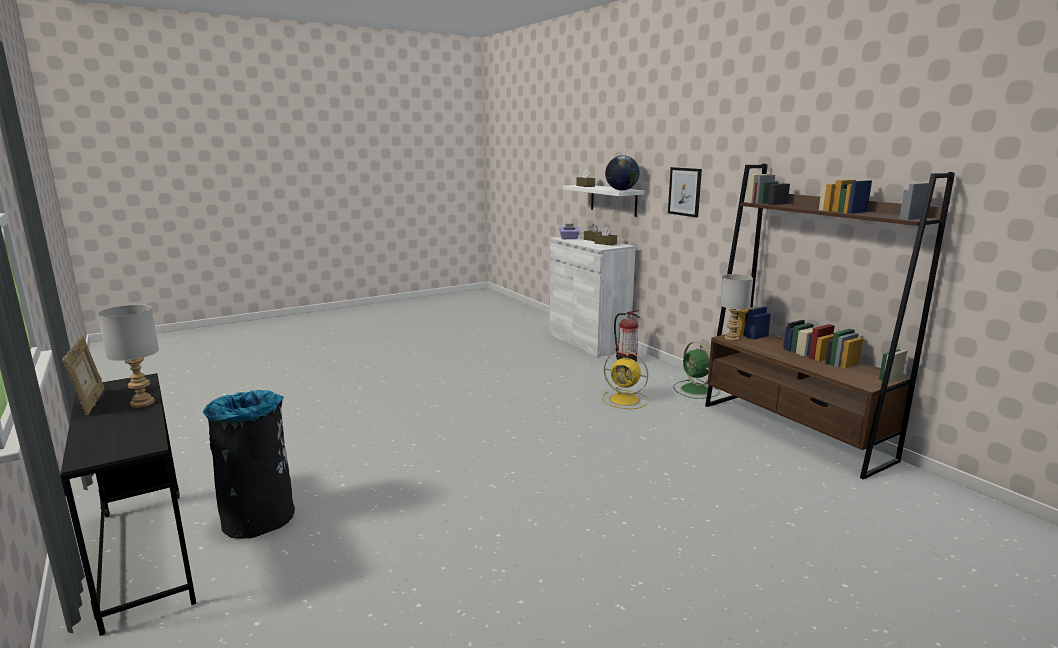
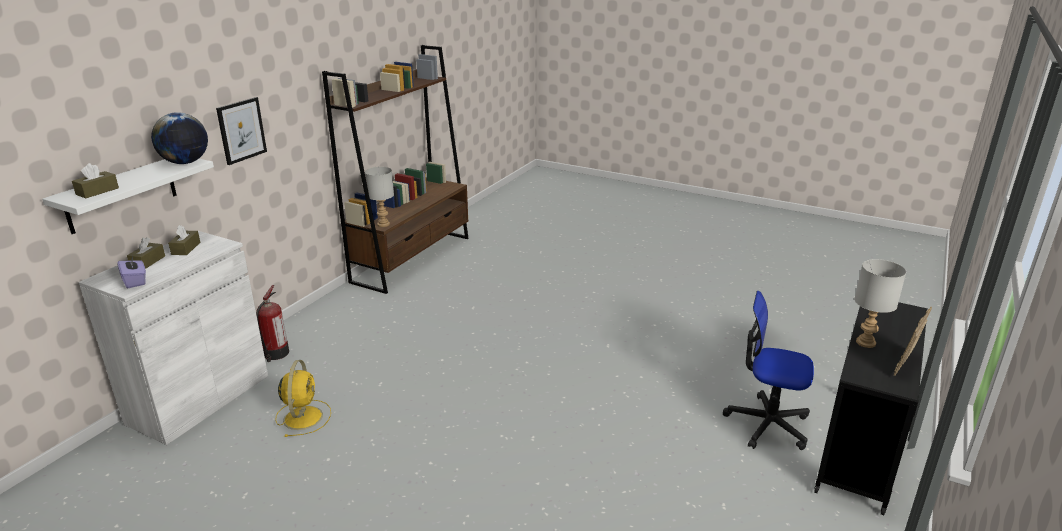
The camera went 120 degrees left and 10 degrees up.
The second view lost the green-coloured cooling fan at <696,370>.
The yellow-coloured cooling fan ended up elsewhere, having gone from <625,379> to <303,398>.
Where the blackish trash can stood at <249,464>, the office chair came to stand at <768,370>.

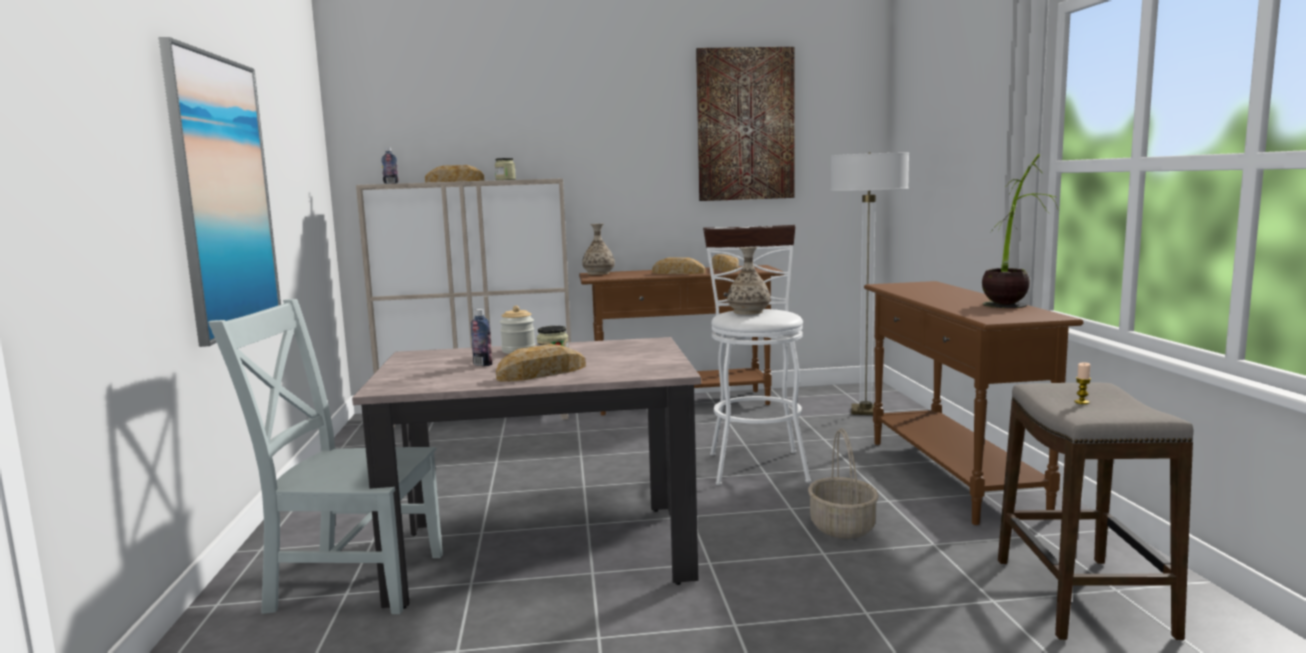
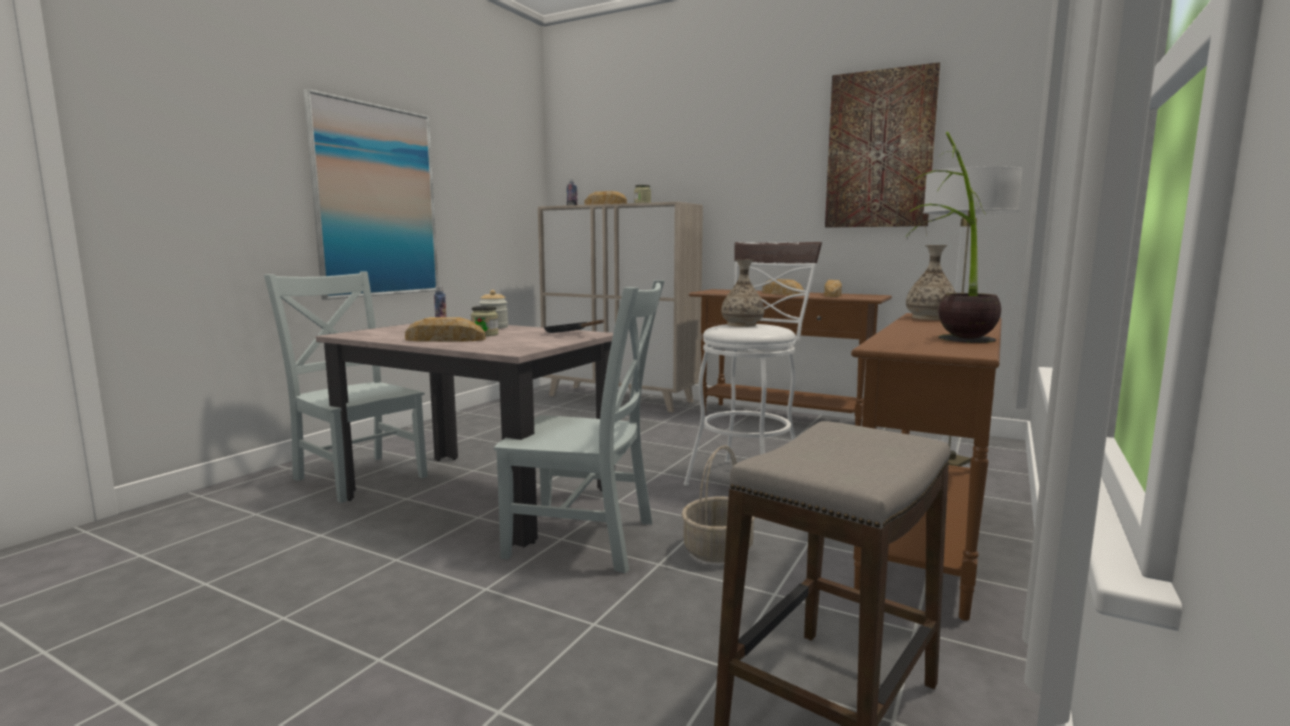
The camera went 35 degrees right and 0 degrees up.
The decorative vase ended up elsewhere, having gone from <598,249> to <931,282>.
The second view lost the wax light at <1082,383>.
The second view gained the gray upright chair at <579,426>.
The second view gained the blackish frying pan at <574,326>.

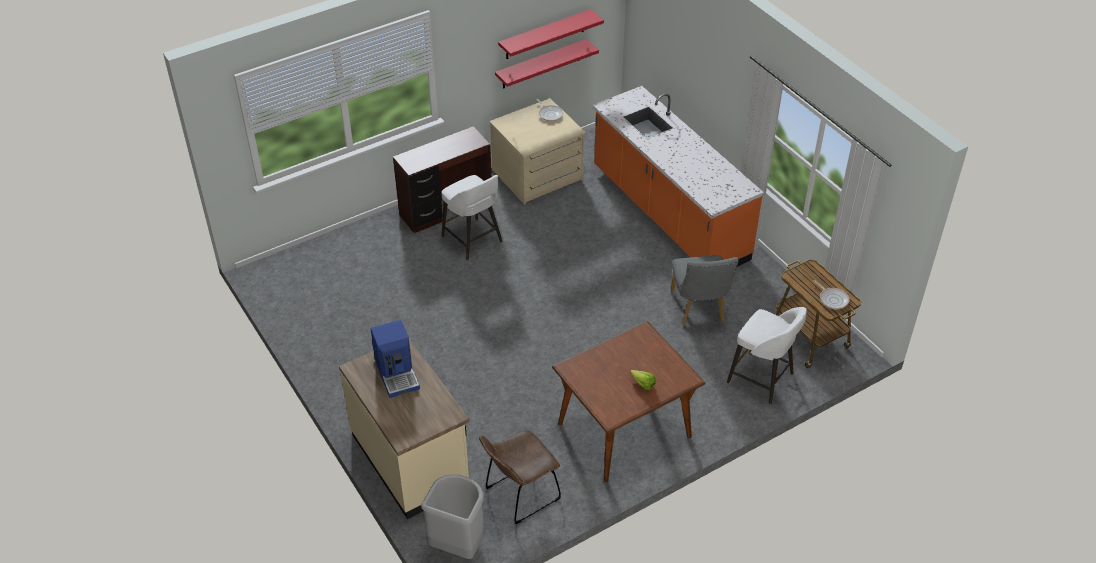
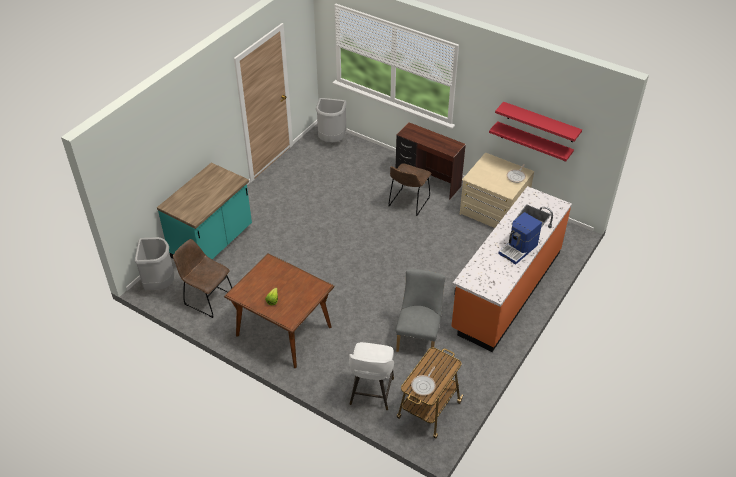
The camera went 65 degrees right and 0 degrees up.
Where the whitish sitting stool stood at <472,217>, the brown upright chair came to stand at <410,189>.
The gray upright chair at <705,290> ended up facing another way, 135 degrees clockwise from before.
The coffee machine ended up elsewhere, having gone from <395,359> to <520,238>.
What was the beige kitchen base unit at <404,428> turned into the turquoise-coloured kitchen base unit at <204,211>.
The second view gained the gray trash can at <331,120>.

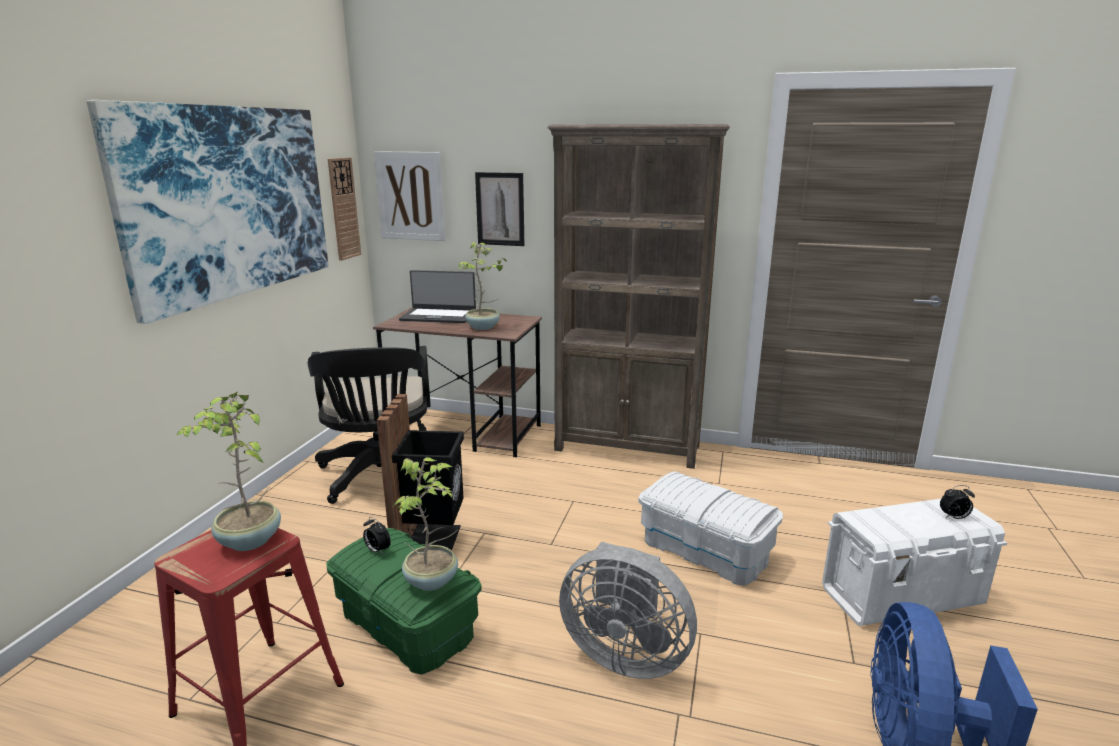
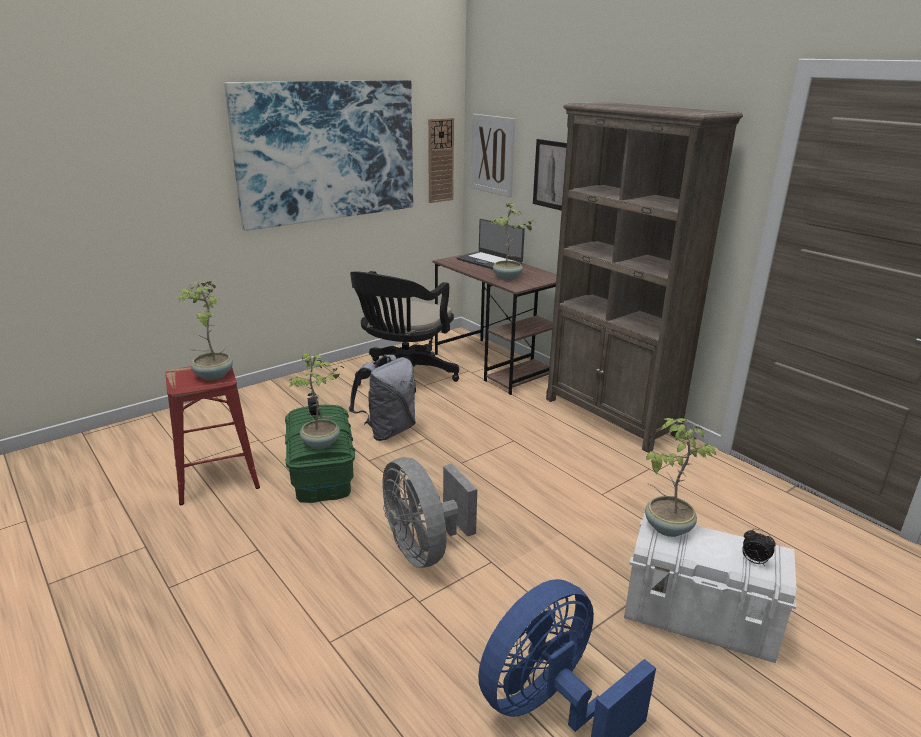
The camera went 35 degrees right and 5 degrees up.
Where the blackish trash can stood at <420,472>, the gray knapsack came to stand at <382,398>.
The second view lost the whitish storage container at <710,528>.
The second view gained the houseplant at <681,477>.

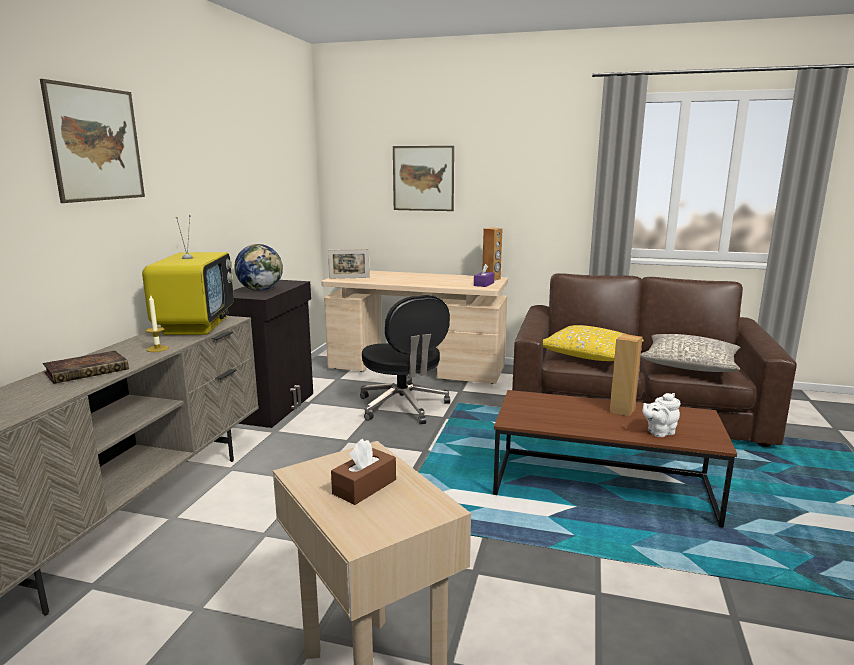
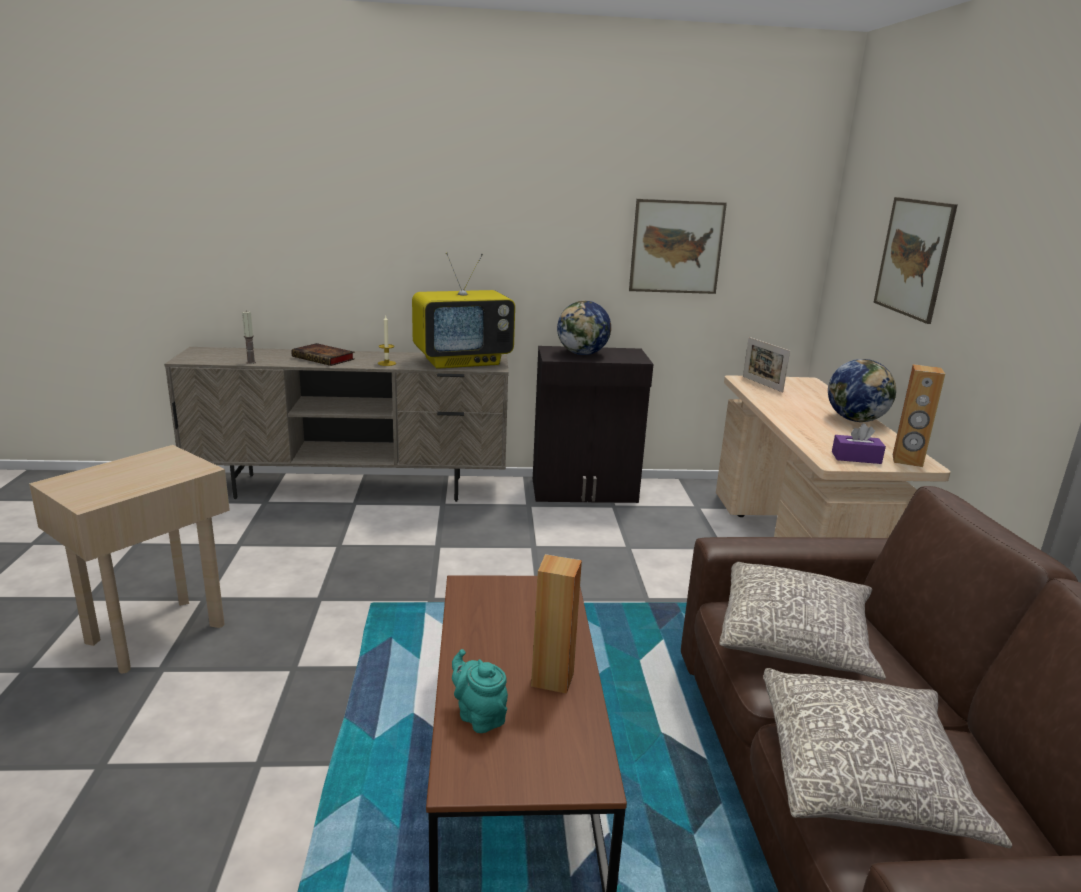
The camera went 70 degrees right and 5 degrees up.
The picture ended up elsewhere, having gone from <92,141> to <678,246>.
The second view lost the blackish office chair at <405,359>.
What was the yellow-coloured throw pillow at <593,343> turned into the gray throw pillow at <802,621>.
What was the whitish teapot at <661,415> turned into the turquoise-coloured teapot at <480,691>.
The second view lost the brown box of tissues at <363,472>.
The second view gained the wax light at <249,337>.
The second view gained the globe at <862,390>.

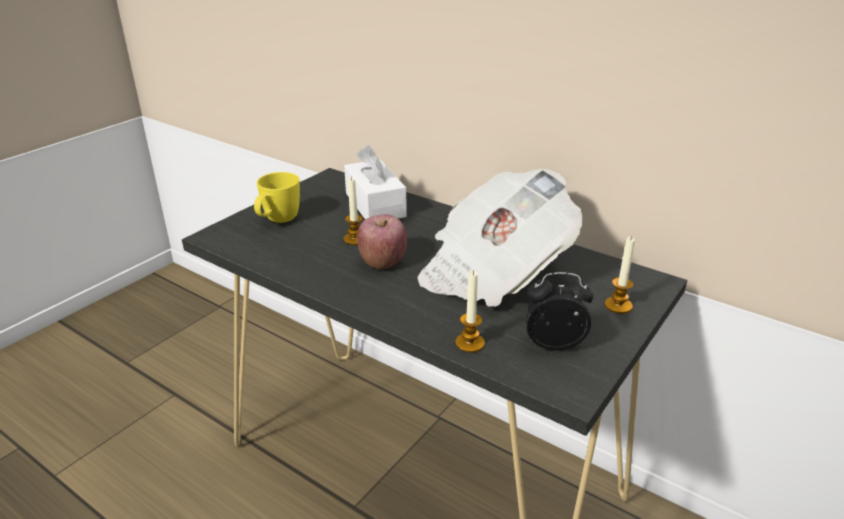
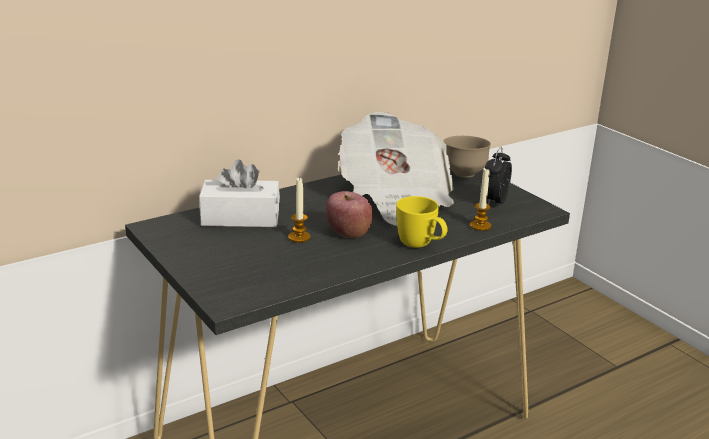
The camera went 70 degrees left and 5 degrees down.
The yellow-coloured tea mug ended up elsewhere, having gone from <277,197> to <422,222>.
Where the wax light stood at <620,275>, the brown serving bowl came to stand at <467,157>.

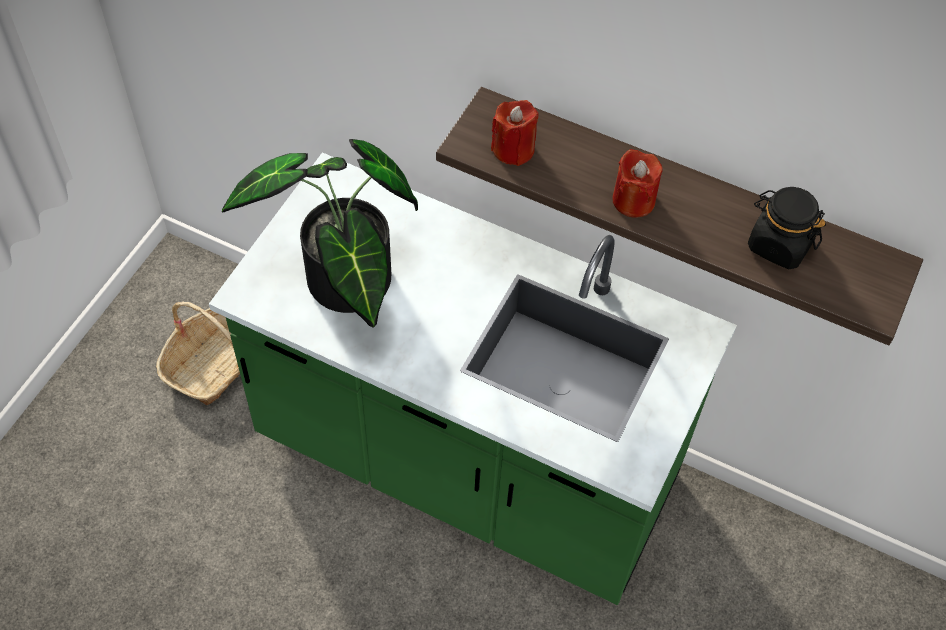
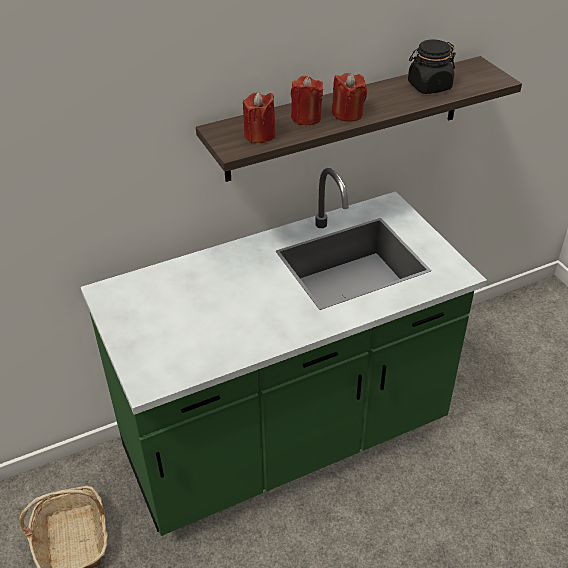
The camera went 50 degrees left and 15 degrees down.
The second view lost the houseplant at <320,233>.
The second view gained the red-coloured wax light at <307,100>.

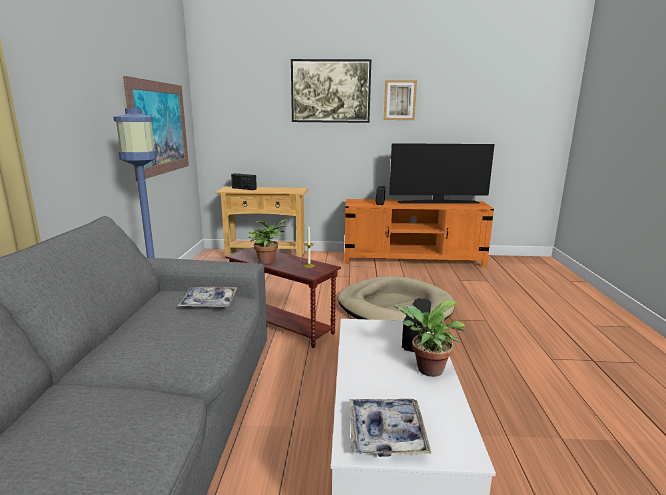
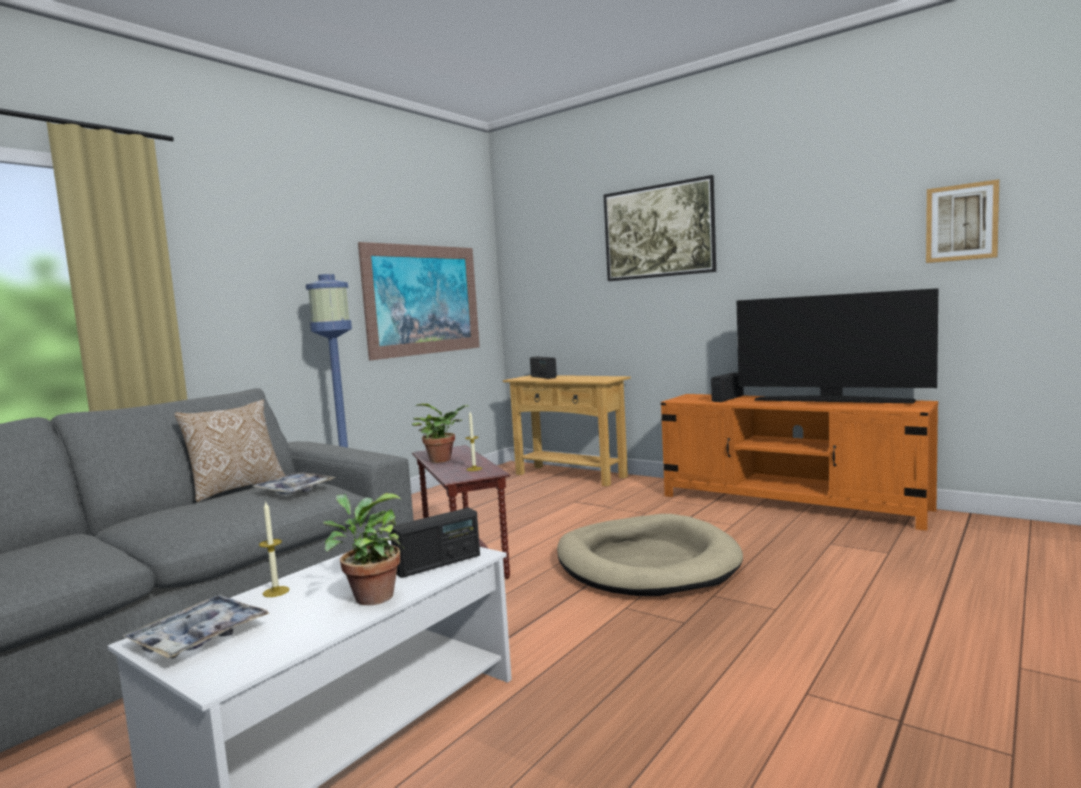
The camera went 35 degrees right and 10 degrees down.
The picture ended up elsewhere, having gone from <400,100> to <962,221>.
The second view gained the throw pillow at <230,451>.
The second view gained the wax light at <274,549>.

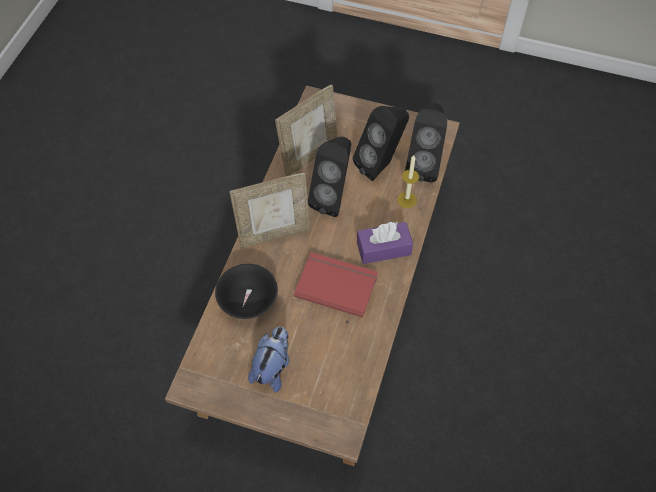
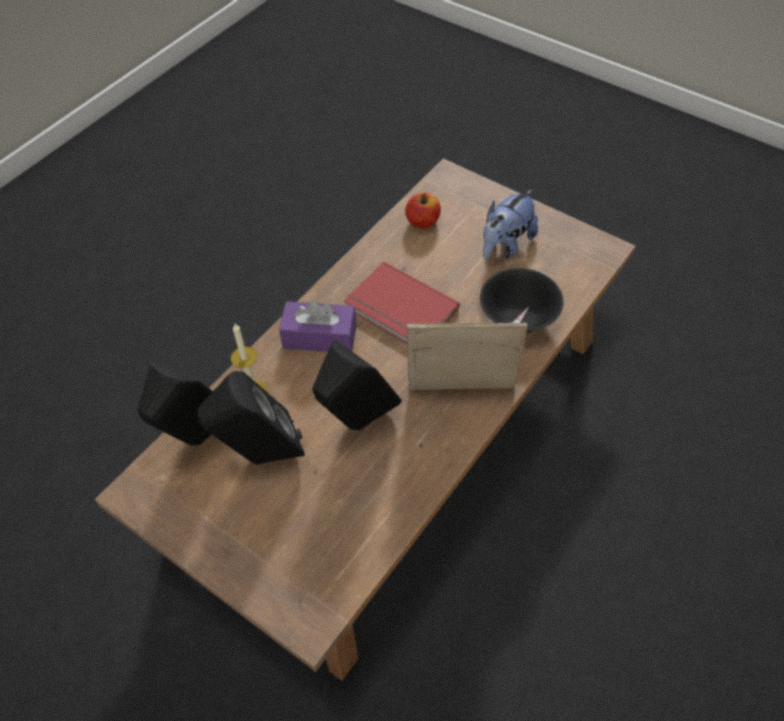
The camera went 160 degrees left and 5 degrees down.
The second view lost the photo frame at <306,130>.
The second view gained the whole apple at <423,210>.

